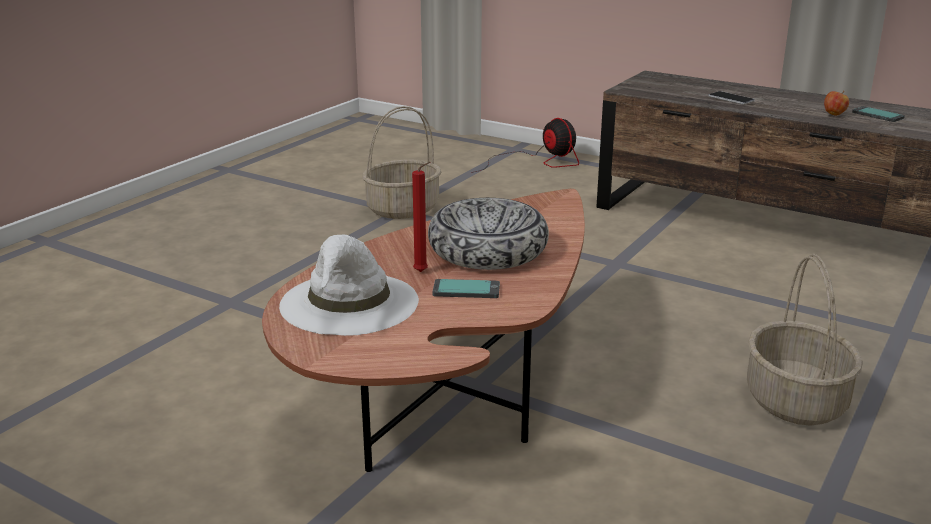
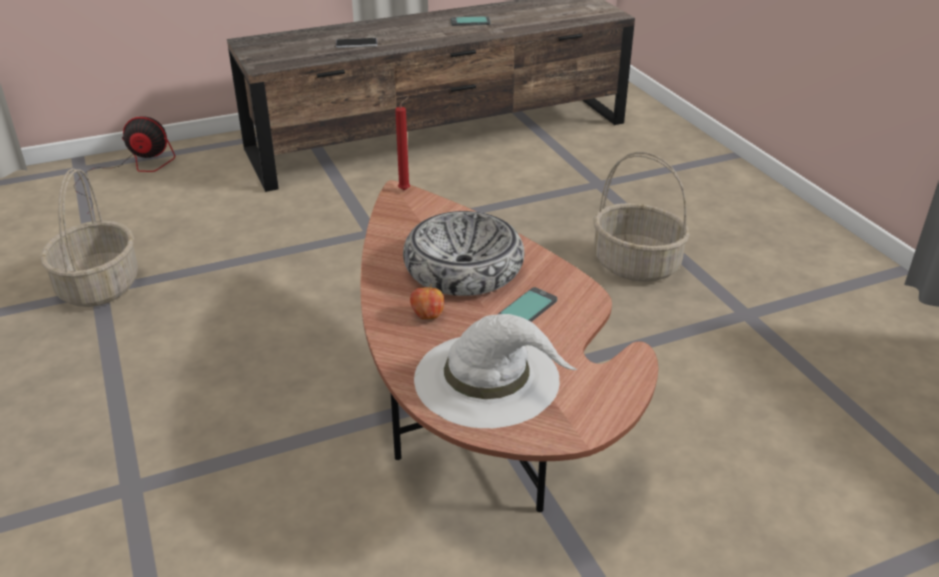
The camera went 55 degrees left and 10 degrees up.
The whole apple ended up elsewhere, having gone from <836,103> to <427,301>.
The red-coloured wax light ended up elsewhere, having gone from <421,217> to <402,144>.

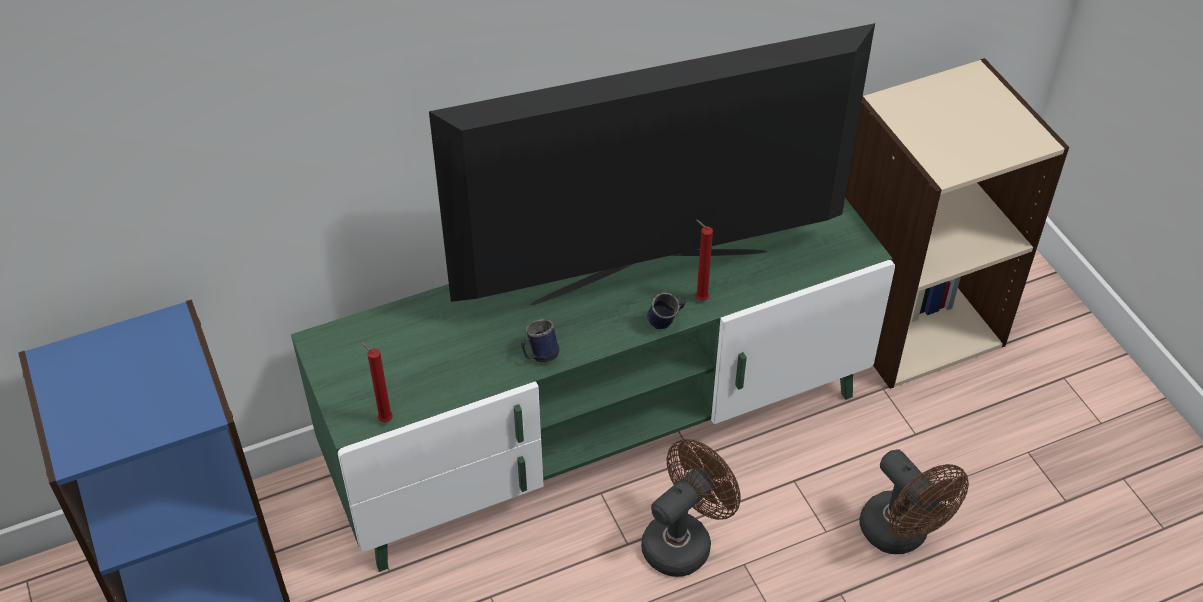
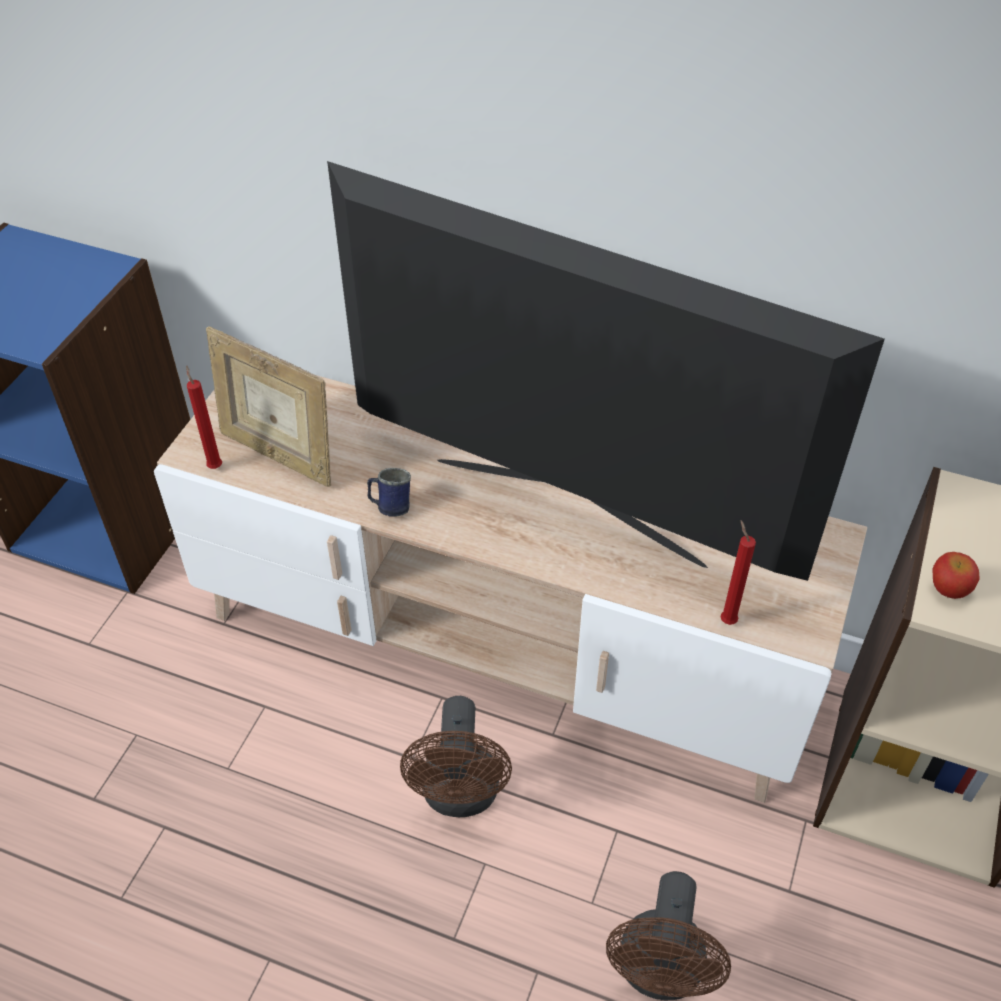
The camera went 45 degrees right and 0 degrees up.
What was the green-coloured tv unit at <593,385> turned into the beige tv unit at <510,589>.
The red-coloured wax light ended up elsewhere, having gone from <704,260> to <738,573>.
The second view lost the blue-coloured tea mug at <666,310>.
The brown cooling fan at <691,508> ended up facing another way, 90 degrees clockwise from before.
The second view gained the photo frame at <268,406>.
The second view gained the whole apple at <956,575>.

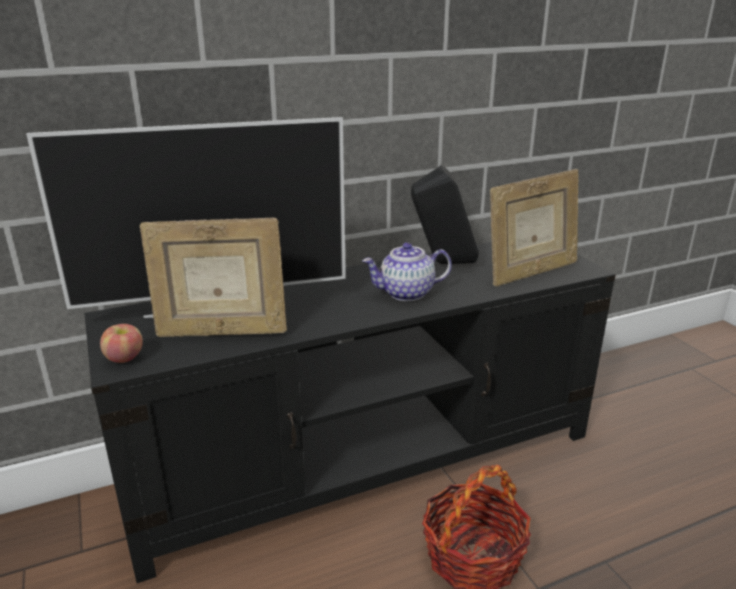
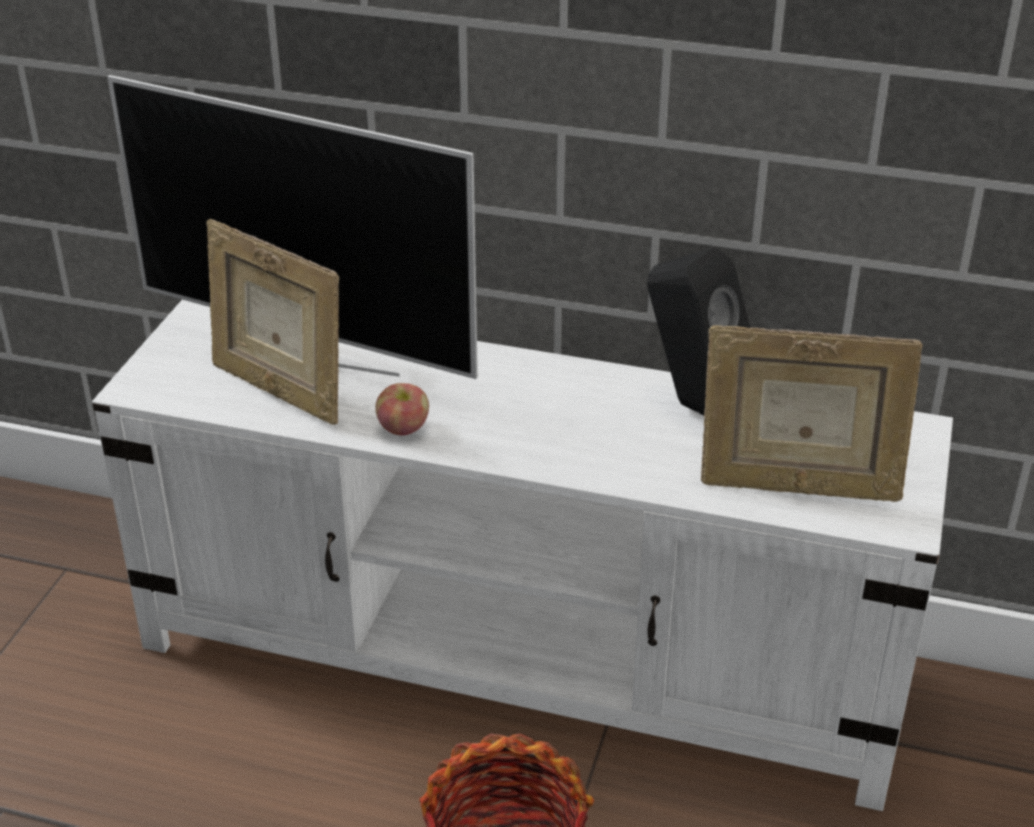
The camera went 40 degrees right and 10 degrees up.
What was the blackish tv unit at <350,412> turned into the whitish tv unit at <522,555>.
The second view lost the teapot at <407,271>.
The whole apple ended up elsewhere, having gone from <121,343> to <402,409>.

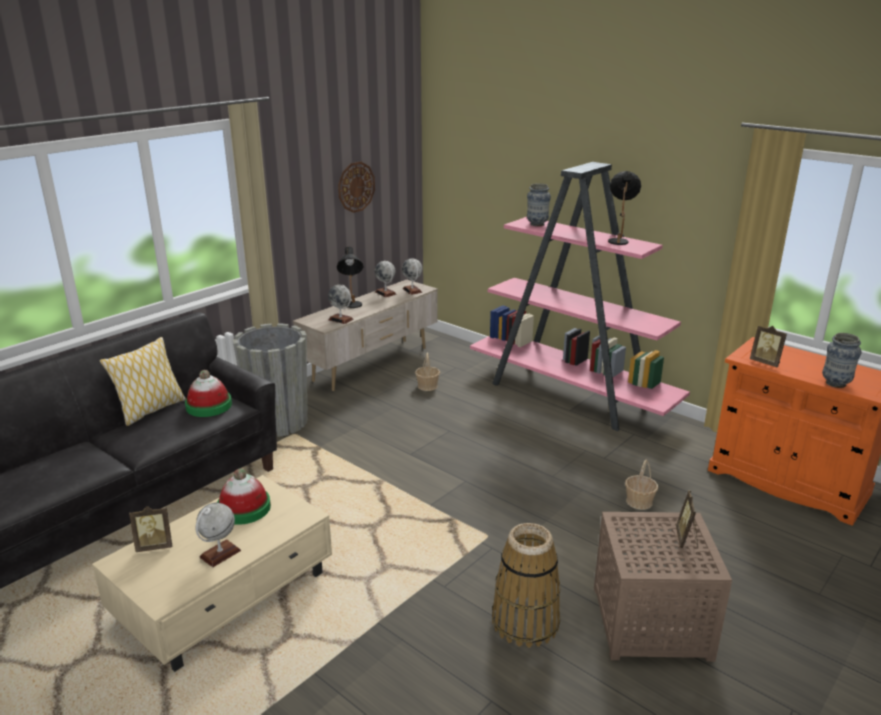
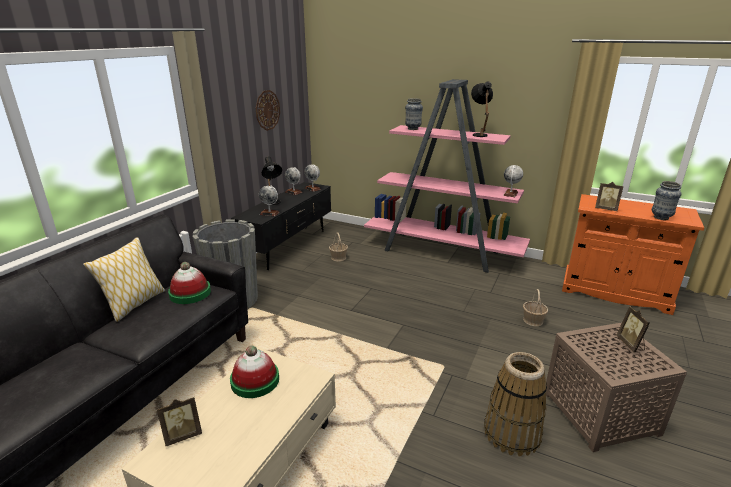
The camera went 15 degrees left and 0 degrees up.
What was the beige tv unit at <365,335> turned into the blackish tv unit at <281,226>.
The globe ended up elsewhere, having gone from <218,535> to <513,181>.

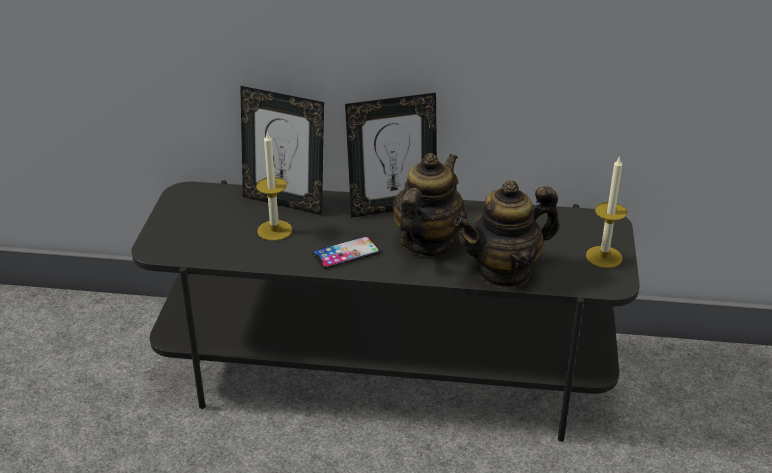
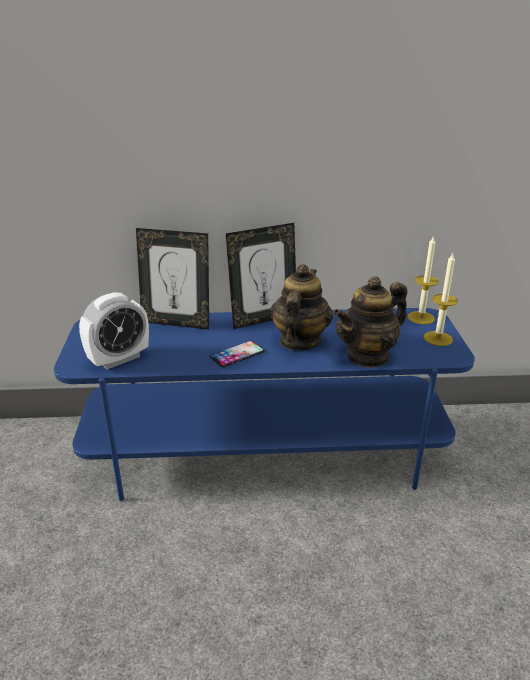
The camera went 10 degrees left and 5 degrees down.
The wax light ended up elsewhere, having gone from <274,186> to <423,279>.
What was the gray tv unit at <385,311> turned into the blue-coloured tv unit at <264,404>.
The second view gained the alarm clock at <114,331>.

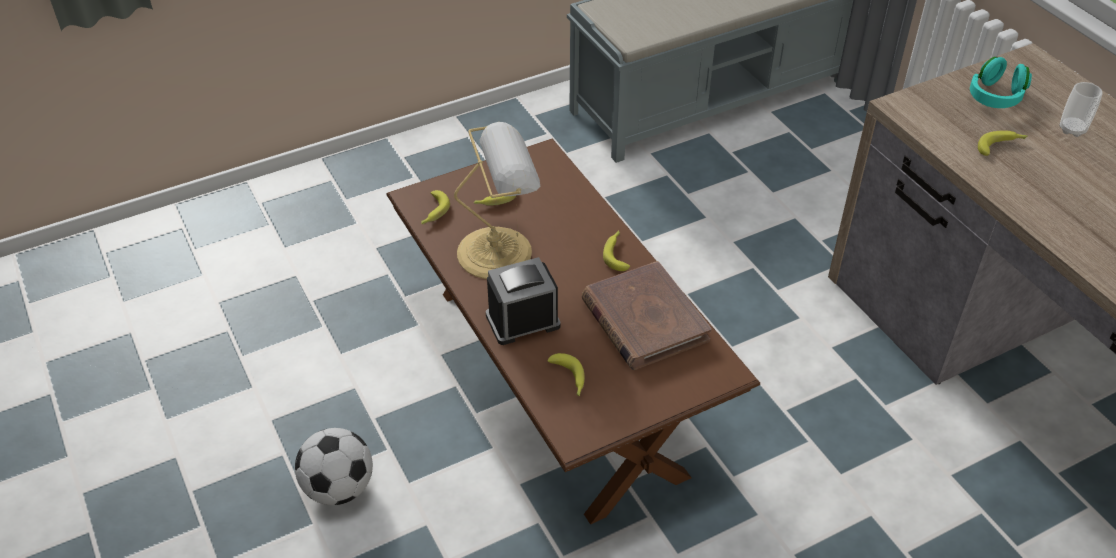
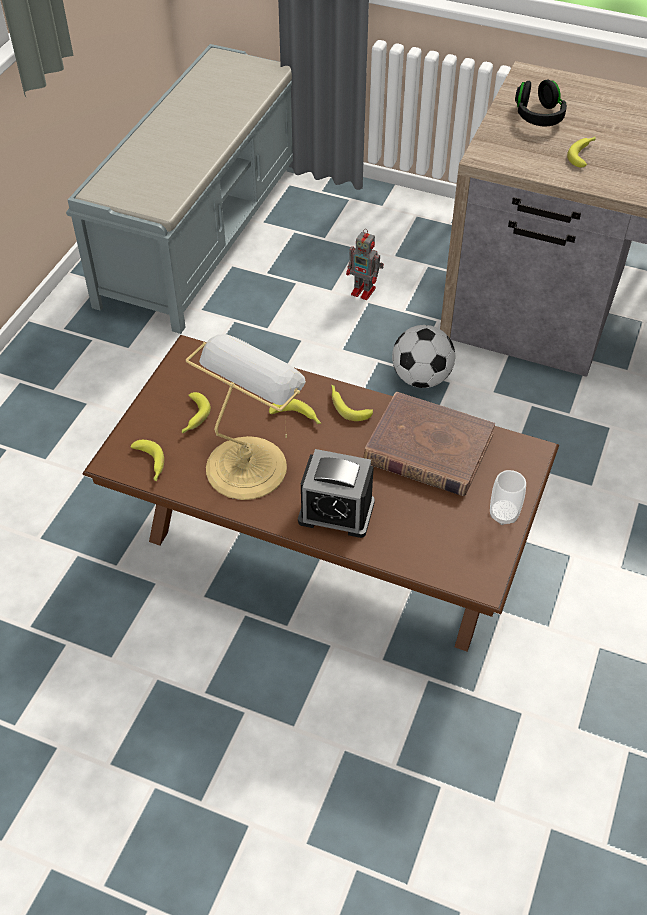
The camera went 40 degrees left and 5 degrees up.
What was the turquoise-coloured headset at <1001,82> turned into the blackish headset at <541,102>.
The drinking cup ended up elsewhere, having gone from <1081,109> to <508,497>.
The alarm clock at <523,301> ended up facing another way, 105 degrees counterclockwise from before.
The banana ended up elsewhere, having gone from <566,374> to <295,411>.
The football ball ended up elsewhere, having gone from <334,466> to <423,356>.
The second view gained the toy robot at <365,264>.

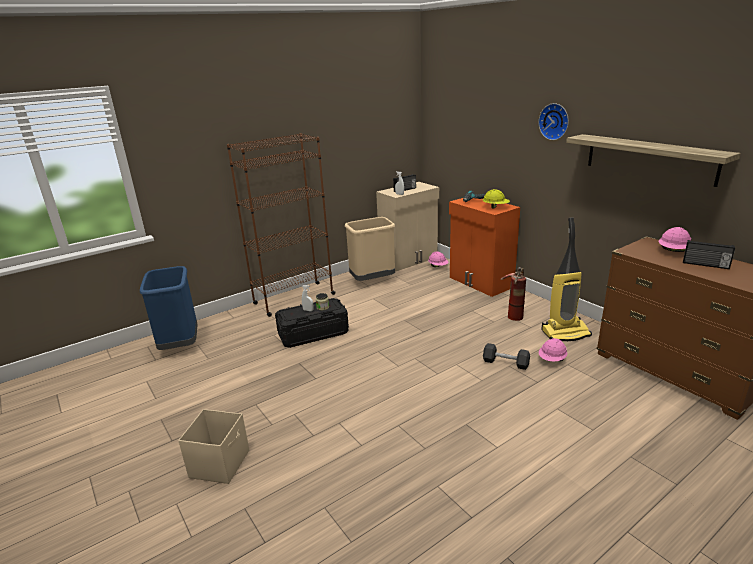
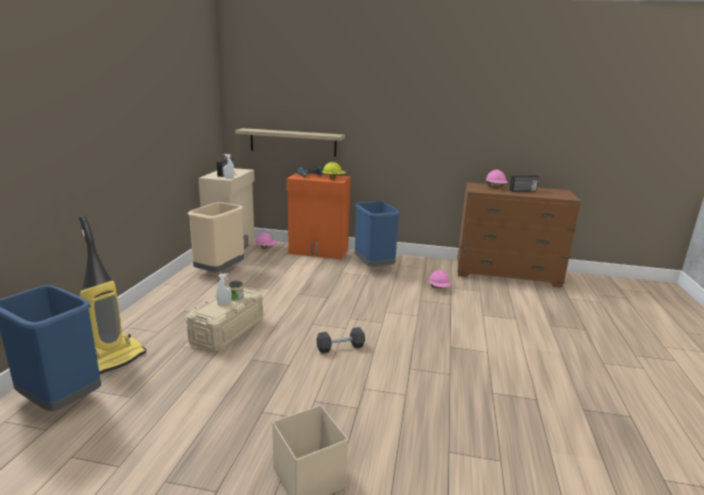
The camera went 45 degrees left and 5 degrees down.
The second view lost the clock on the wall at <553,121>.
The second view lost the brown shelving unit at <281,225>.
The wall shelf ended up elsewhere, having gone from <653,160> to <290,142>.
The hoover ended up elsewhere, having gone from <566,279> to <113,295>.
Where the extinguisher stood at <513,294>, the blue-coloured trash can came to stand at <377,234>.
What was the blackish storage container at <312,323> turned into the beige storage container at <224,320>.
The blackish hand weight ended up elsewhere, having gone from <506,356> to <340,340>.

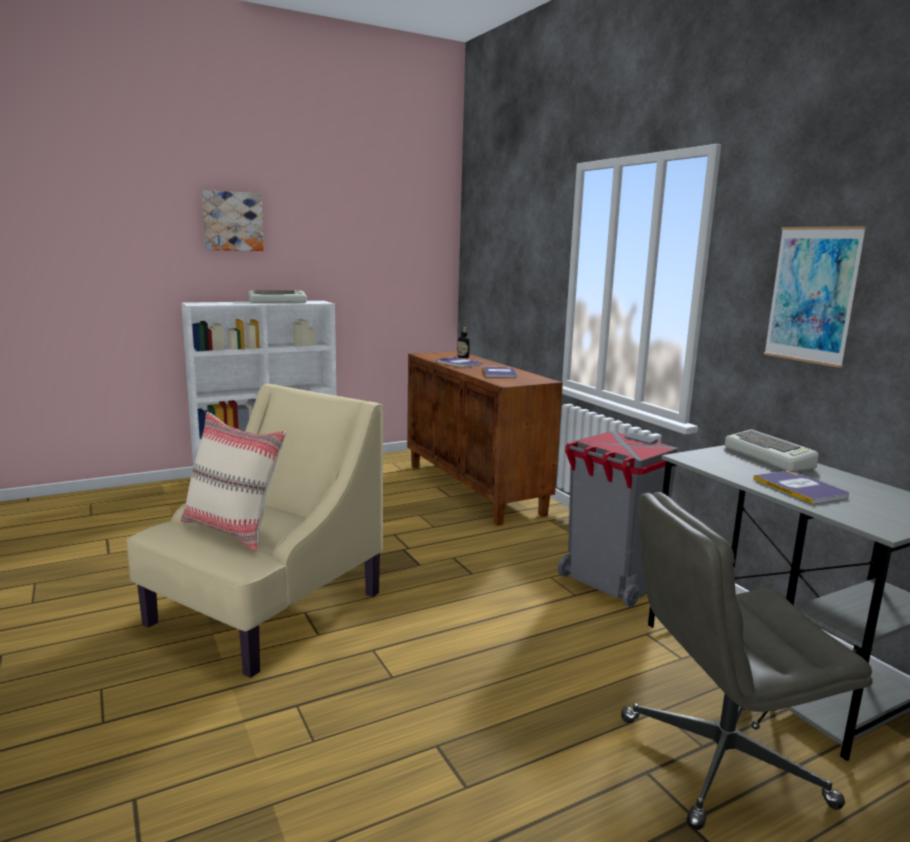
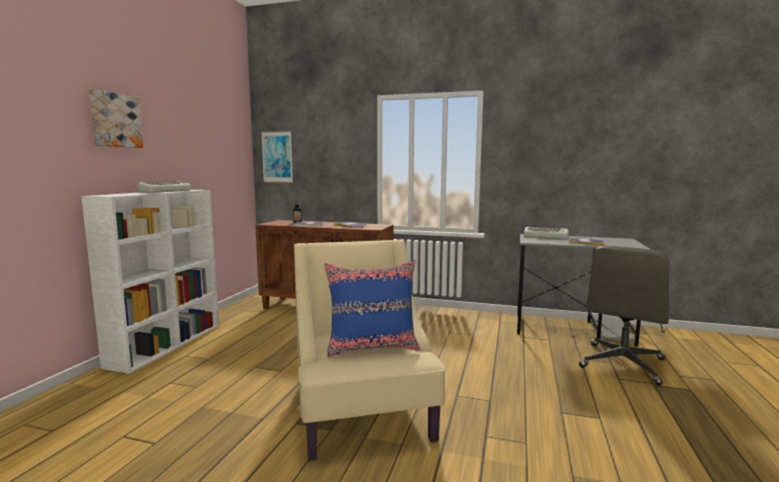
The camera went 45 degrees left and 5 degrees down.
The picture ended up elsewhere, having gone from <815,297> to <277,157>.
What was the beige throw pillow at <234,482> turned into the blue-coloured throw pillow at <372,308>.
The second view lost the gray trash can at <617,519>.

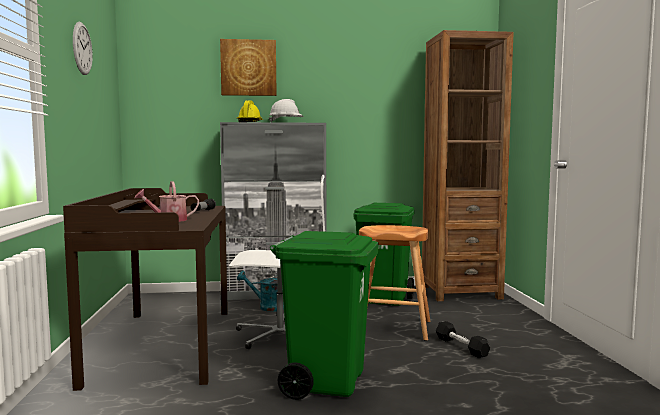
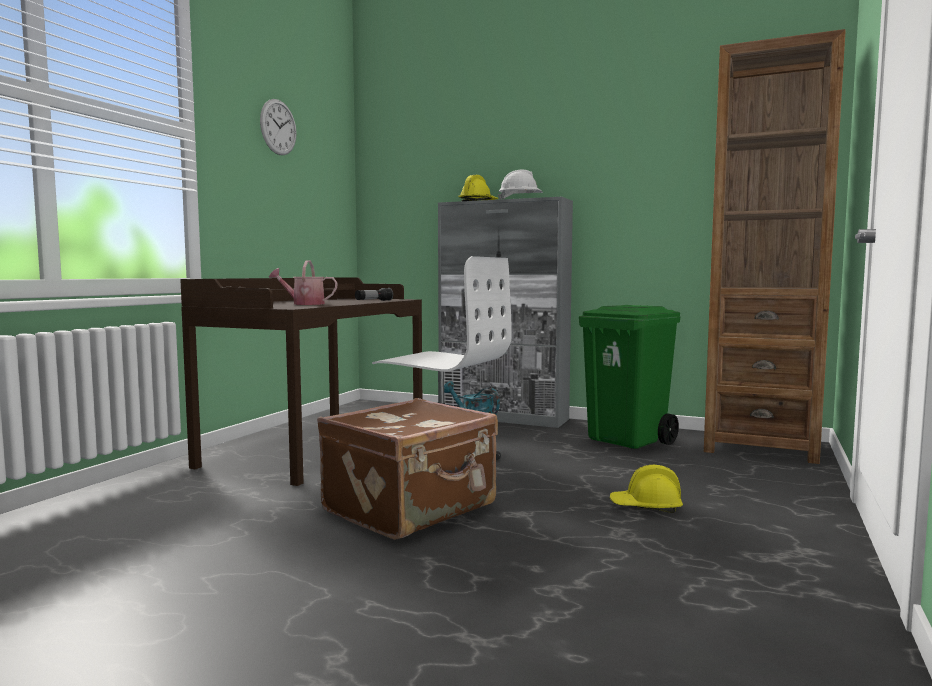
The camera went 30 degrees right and 0 degrees up.
The second view lost the picture at <248,67>.
The second view lost the brown sitting stool at <394,283>.
Where the green-coloured trash can stood at <324,315>, the brown travel case came to stand at <407,469>.
Where the blackish hand weight stood at <463,339>, the yellow-coloured hard hat came to stand at <646,489>.

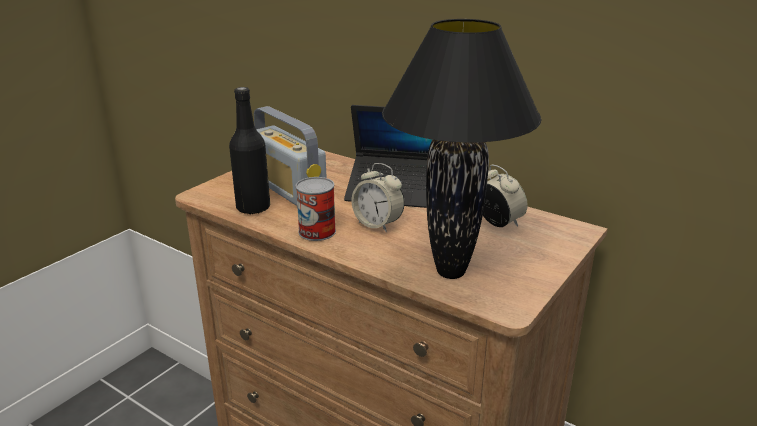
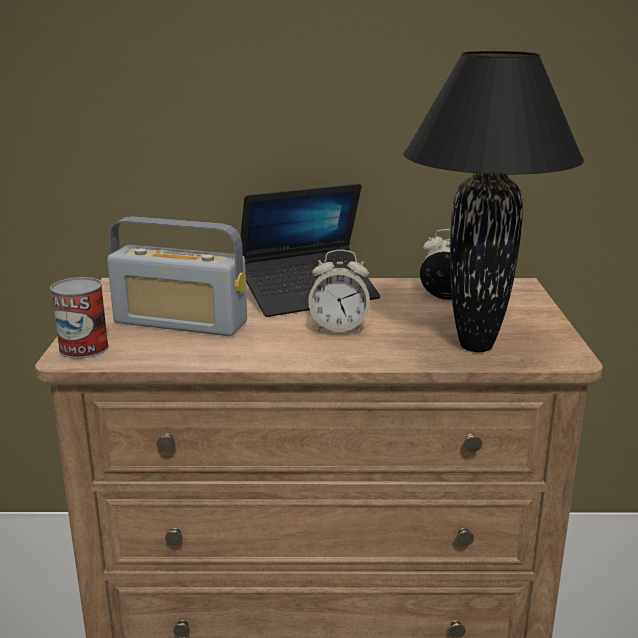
The camera went 35 degrees left and 5 degrees down.
The second view lost the blackish bottle at <249,150>.
The metal can ended up elsewhere, having gone from <316,209> to <79,318>.

